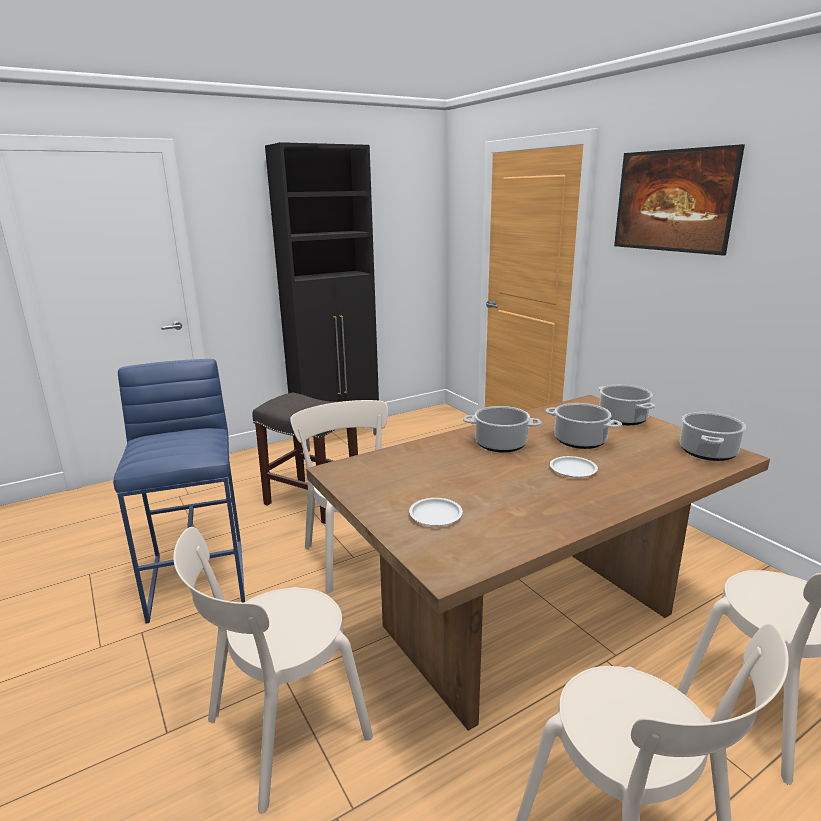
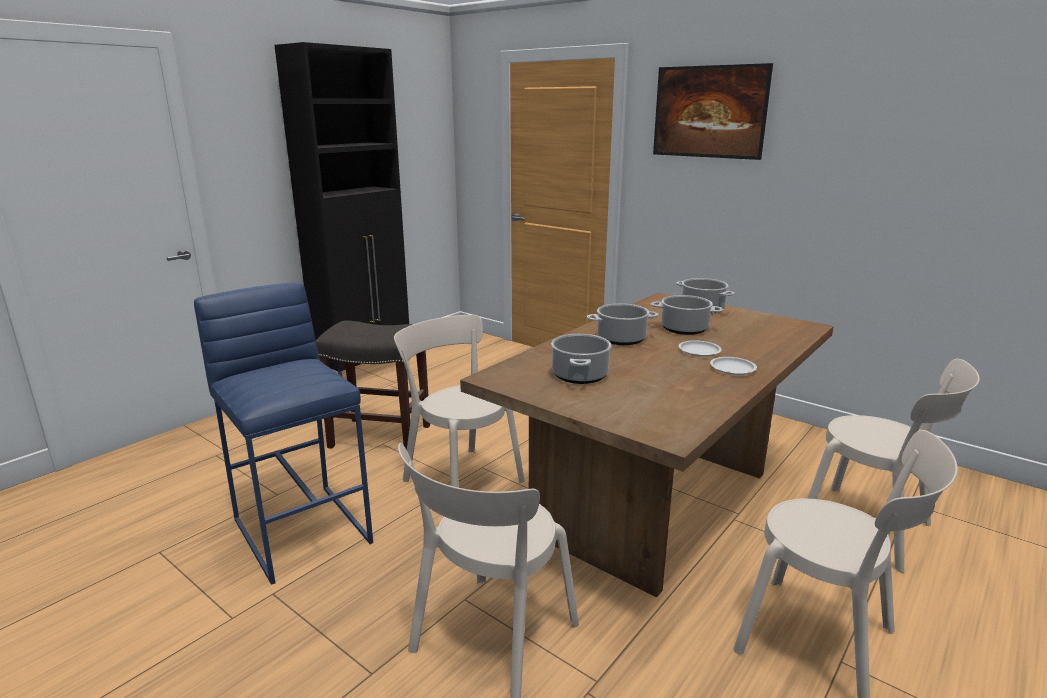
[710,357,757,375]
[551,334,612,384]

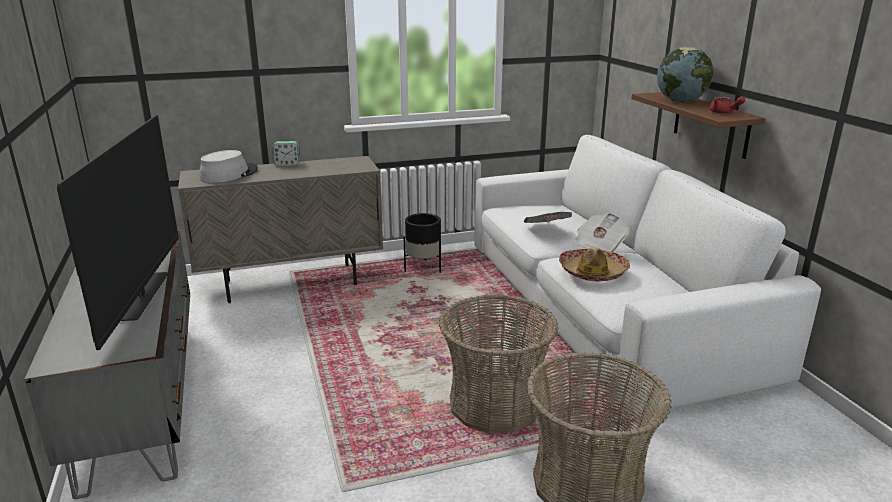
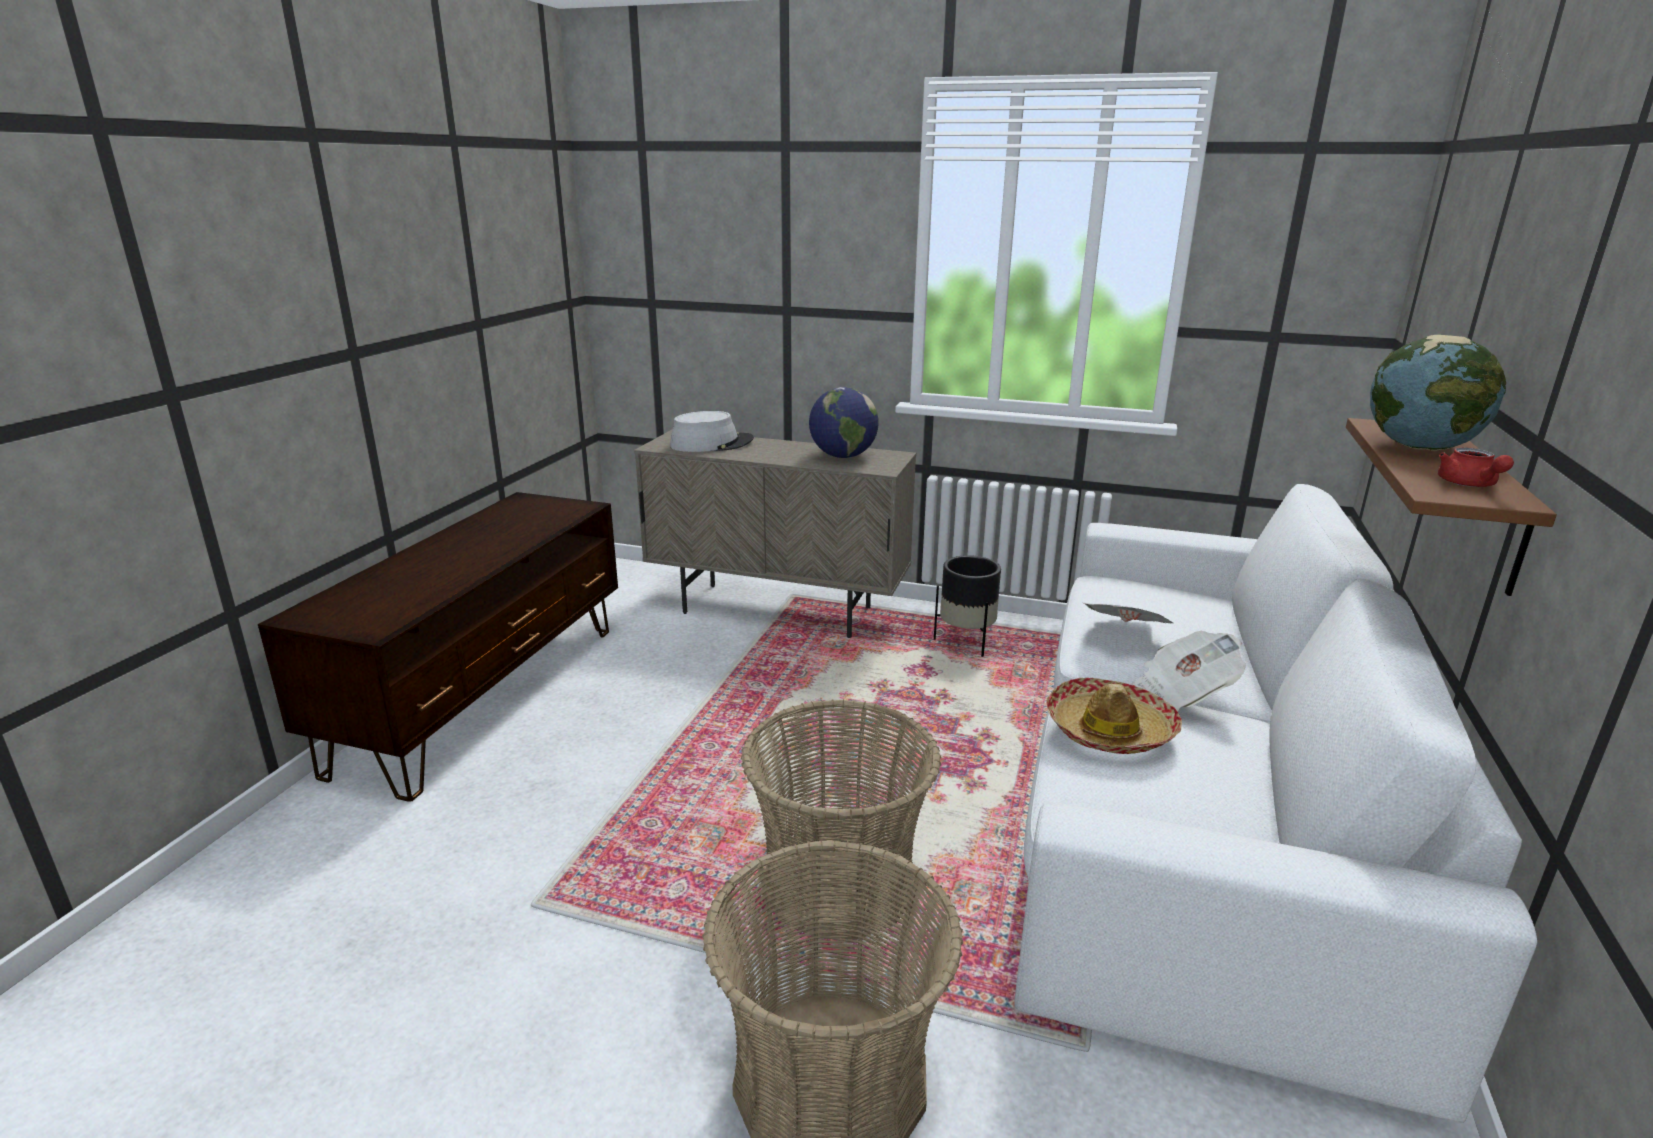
[258,492,618,802]
[57,115,179,350] (first image)
[272,141,300,166] (first image)
[809,387,879,458]

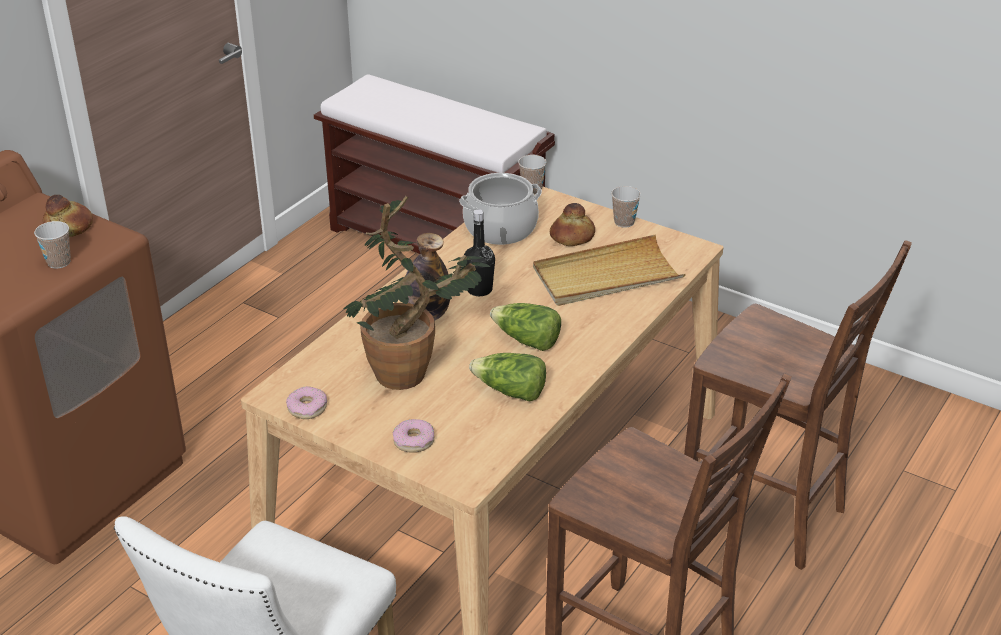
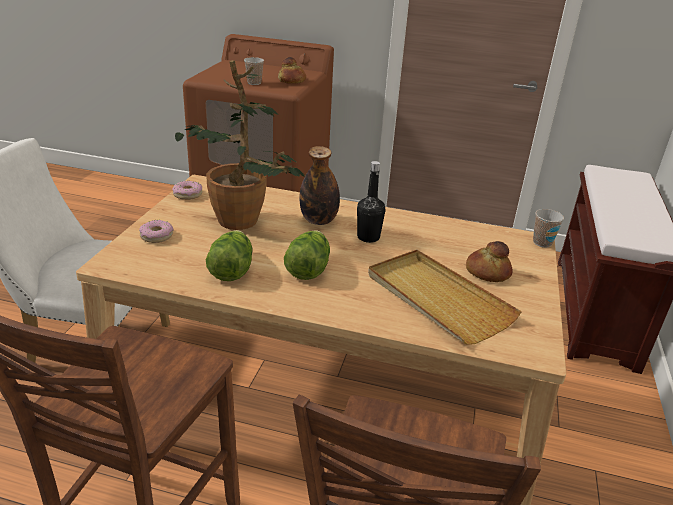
[459,173,542,245] (first image)
[611,186,641,228] (first image)

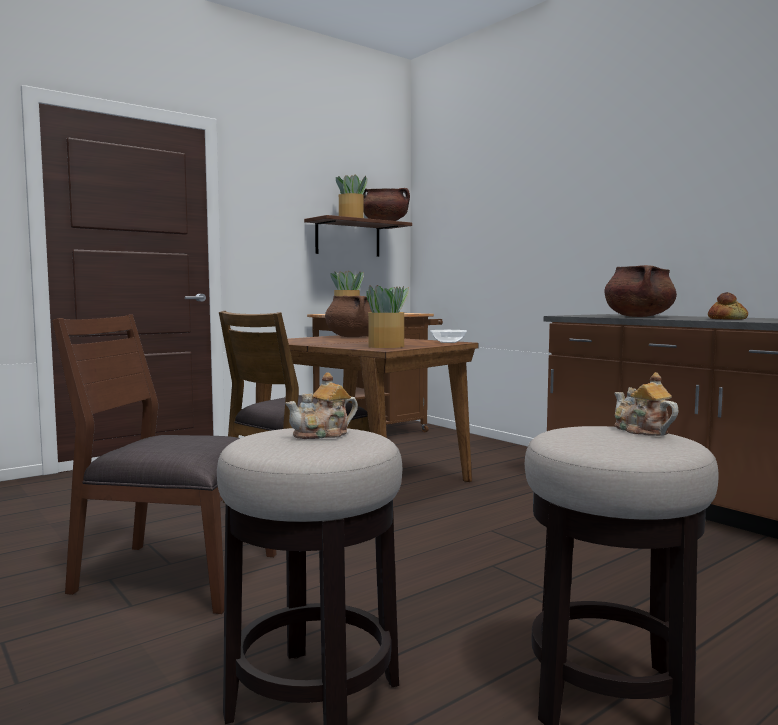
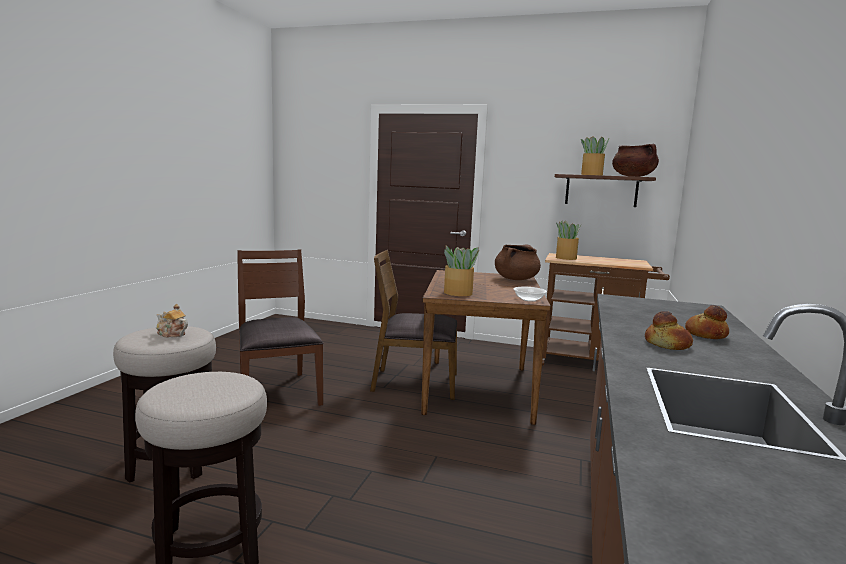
[604,265,677,317] (first image)
[614,372,679,436] (first image)
[685,305,729,339]

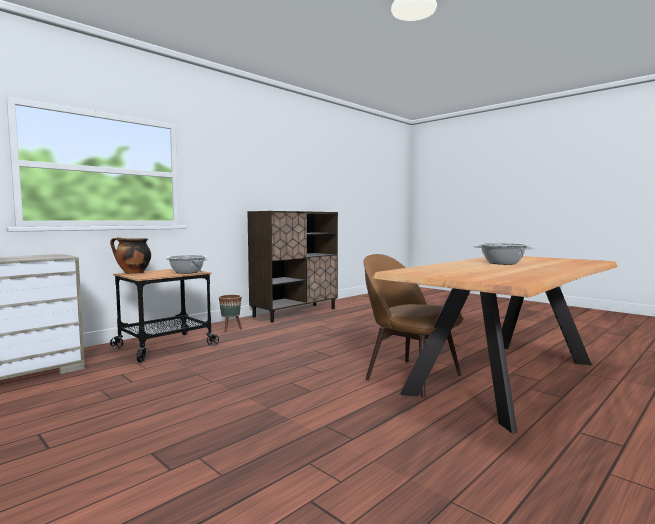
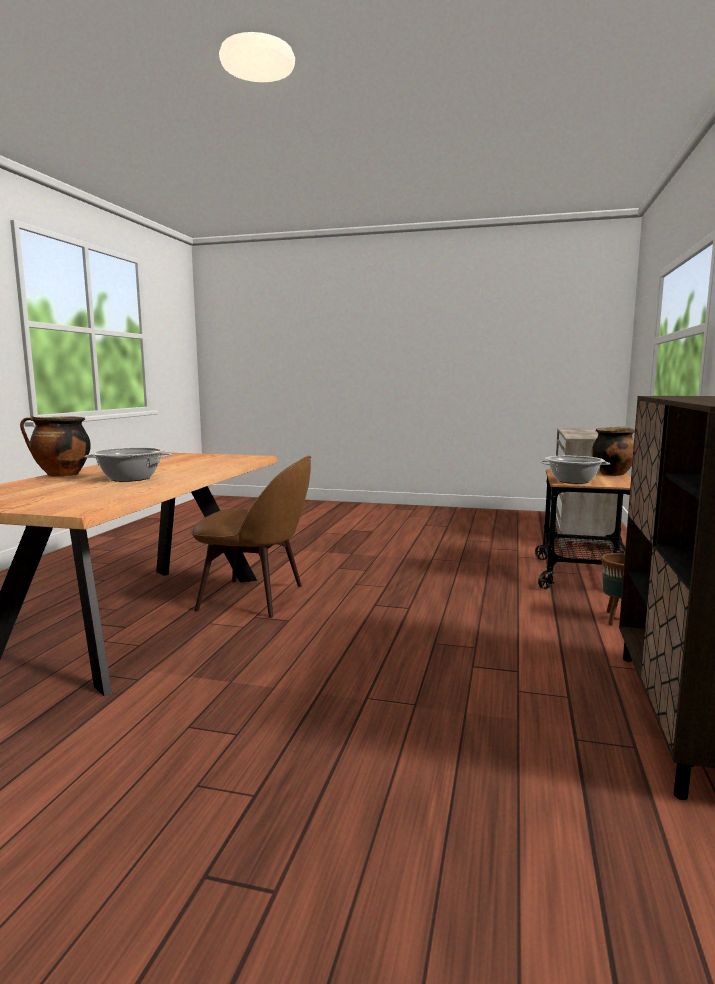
[20,416,91,477]

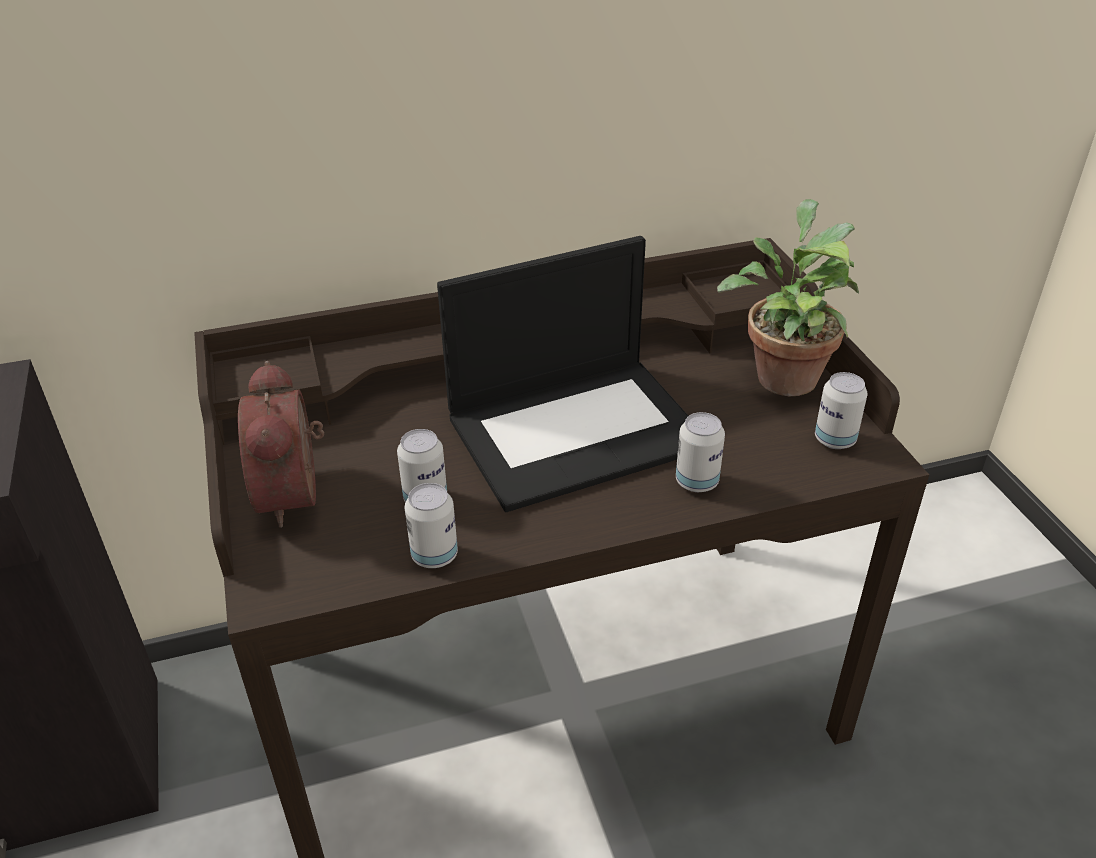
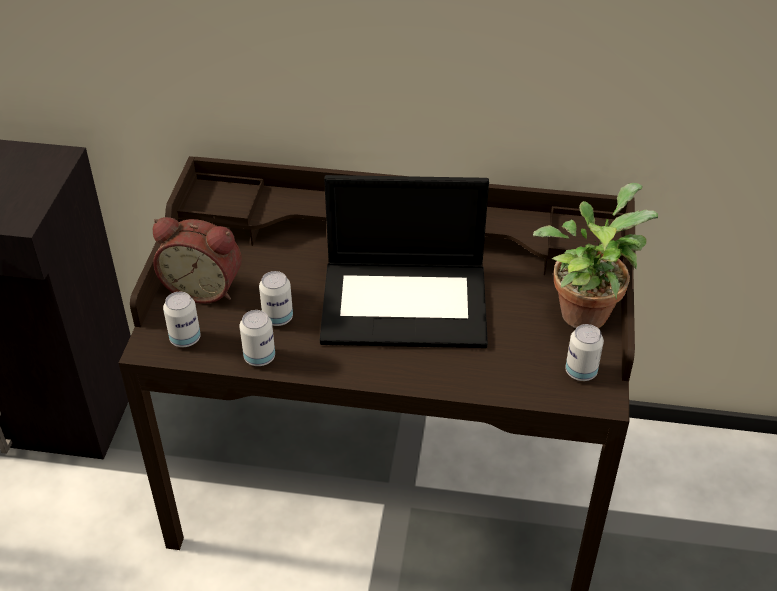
[153,217,242,304]
[163,292,201,347]

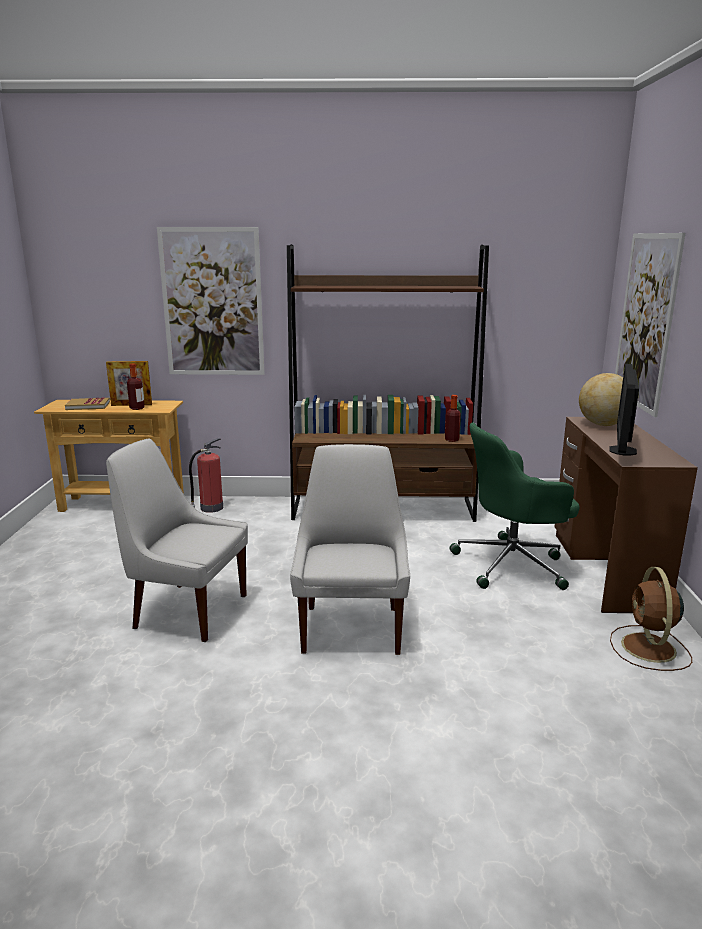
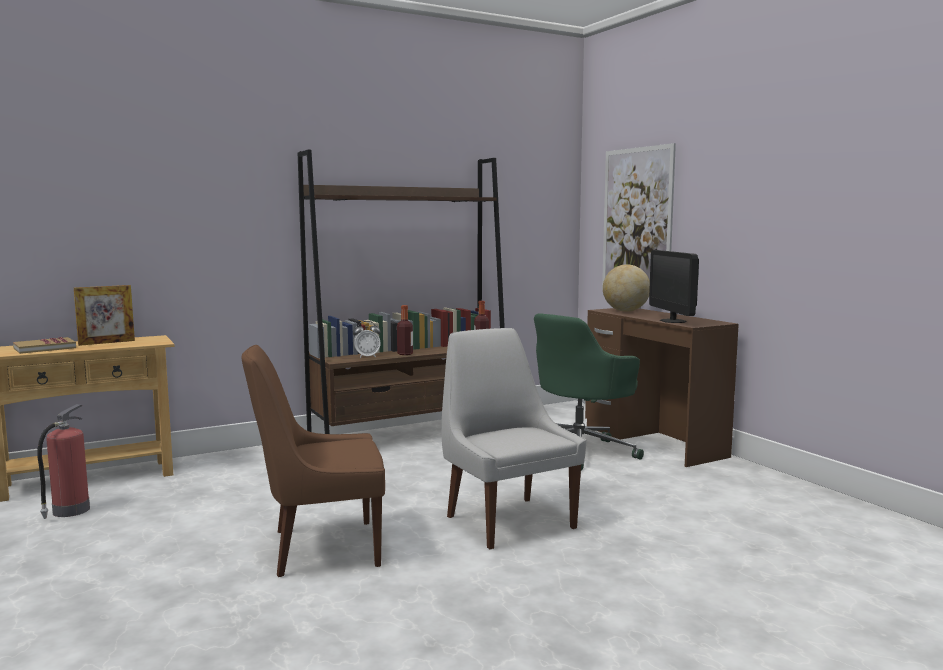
[241,345,385,577]
[397,305,413,355]
[157,227,265,375] (first image)
[37,404,90,519]
[610,567,692,671] (first image)
[353,321,381,358]

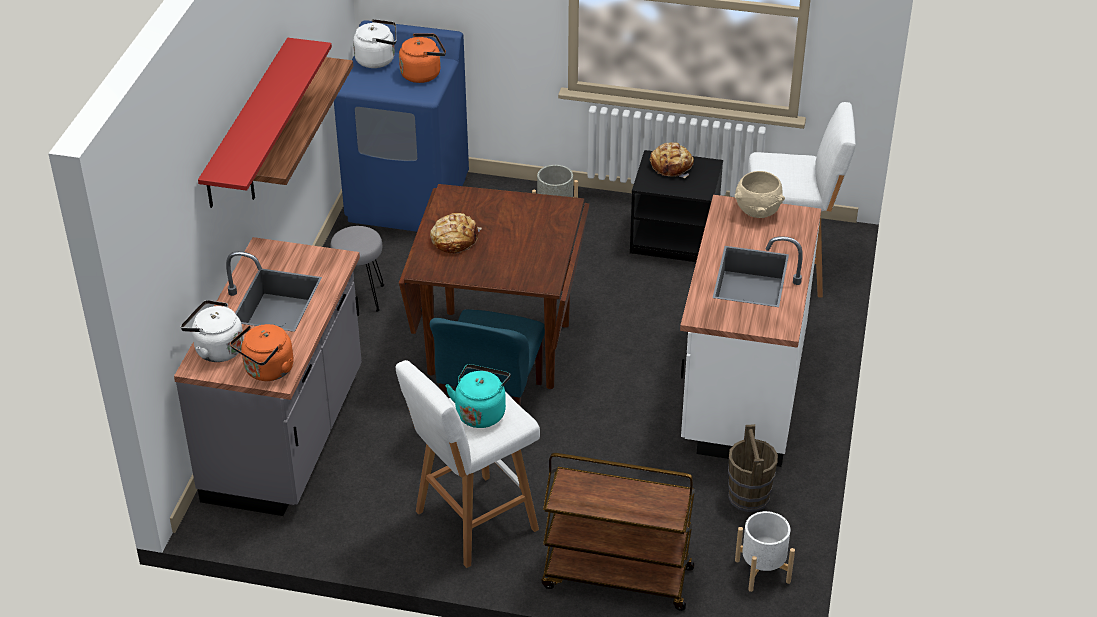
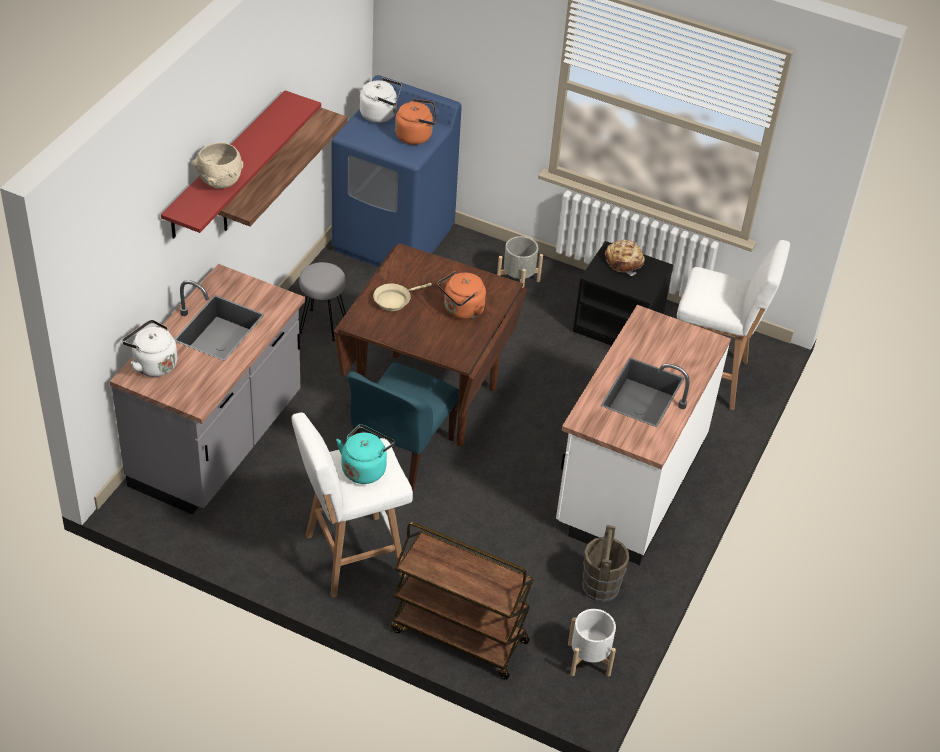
[437,271,486,319]
[373,283,432,311]
[192,142,243,189]

